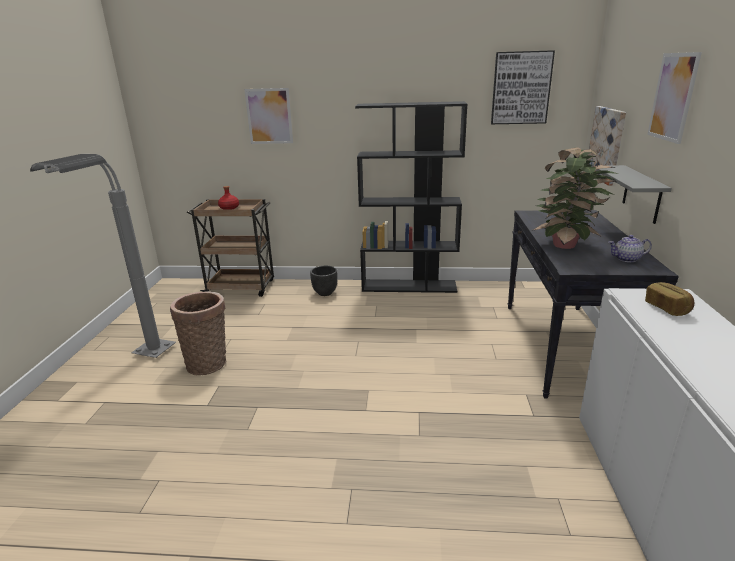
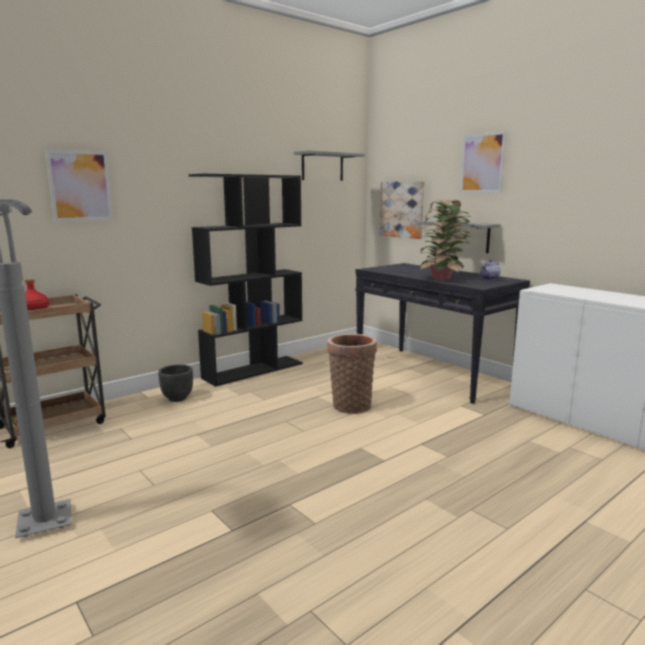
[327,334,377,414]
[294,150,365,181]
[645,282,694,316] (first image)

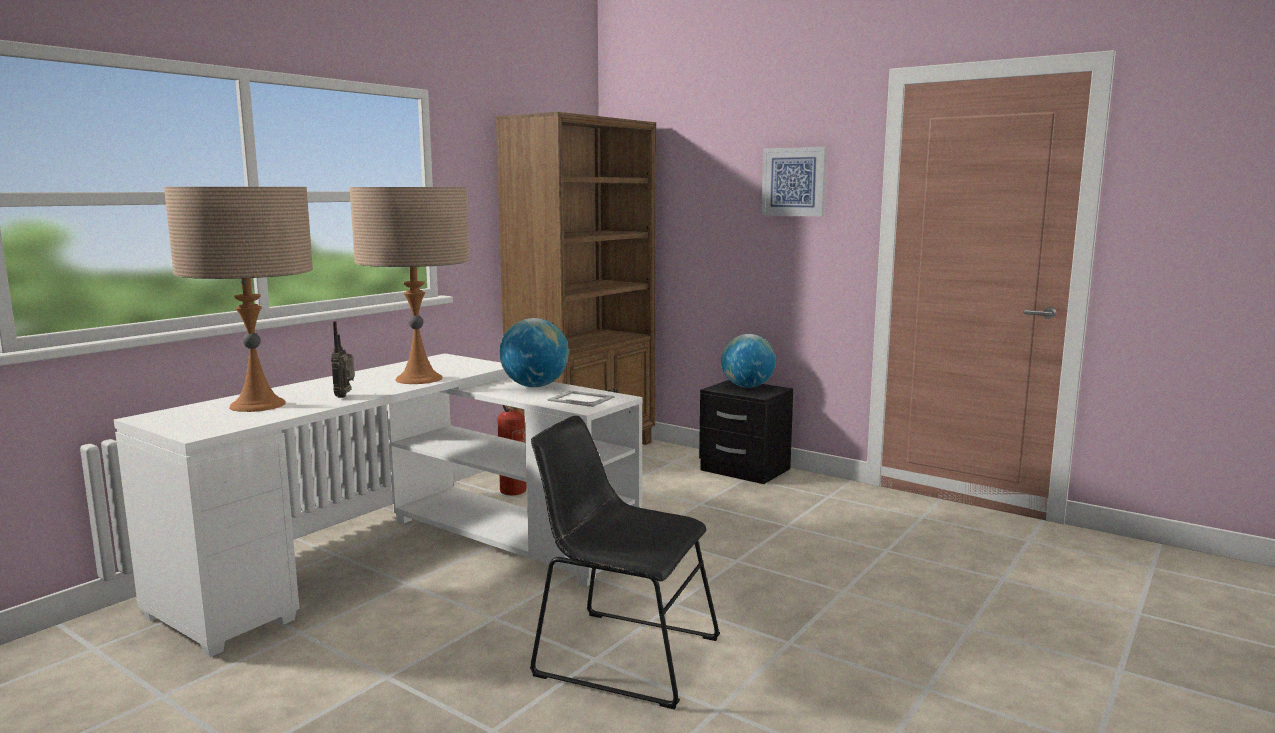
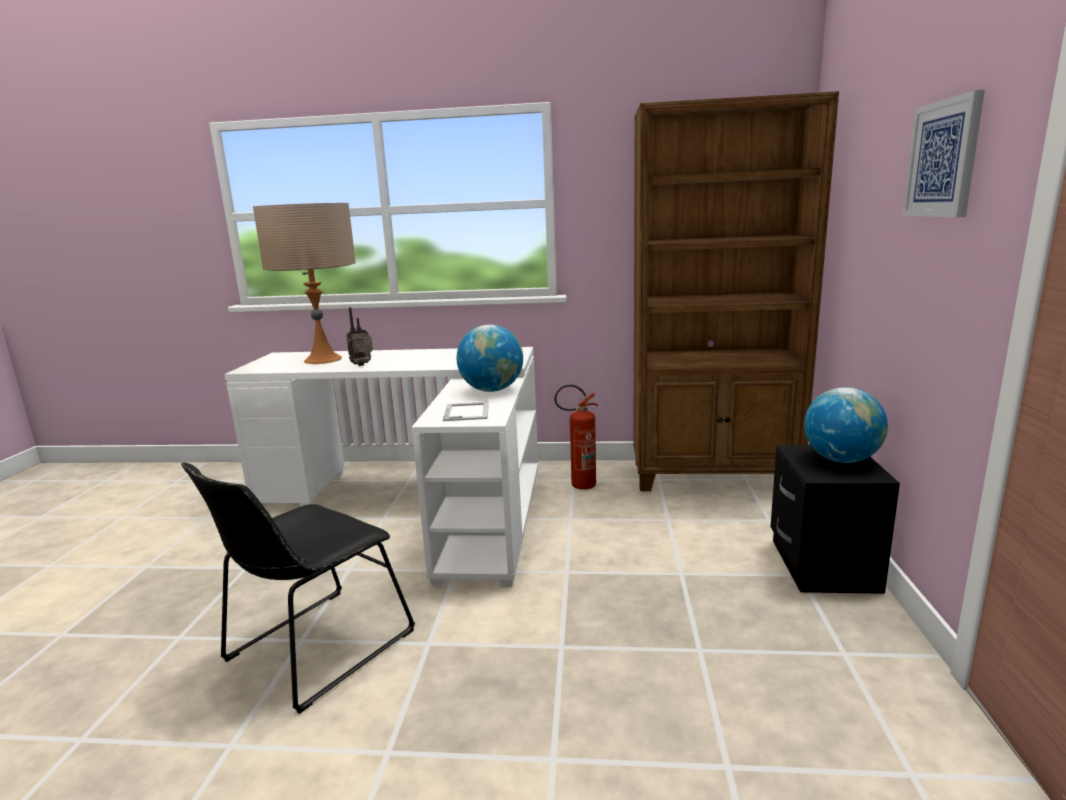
[350,187,469,384] (first image)
[181,462,415,714]

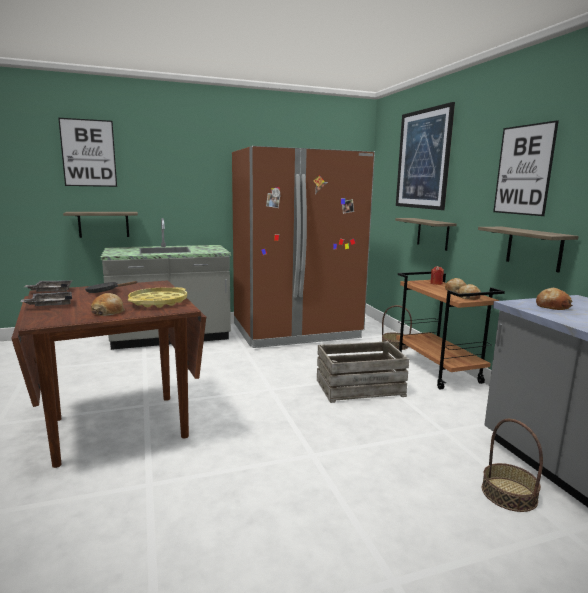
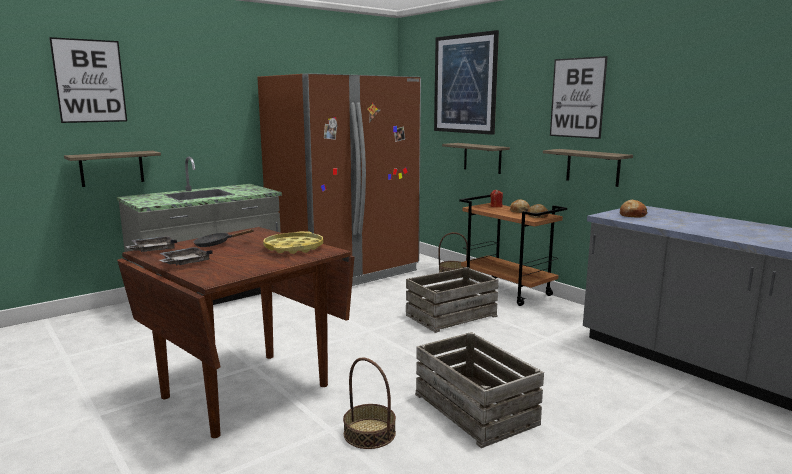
[91,293,125,316] (first image)
[343,357,396,449]
[415,332,544,448]

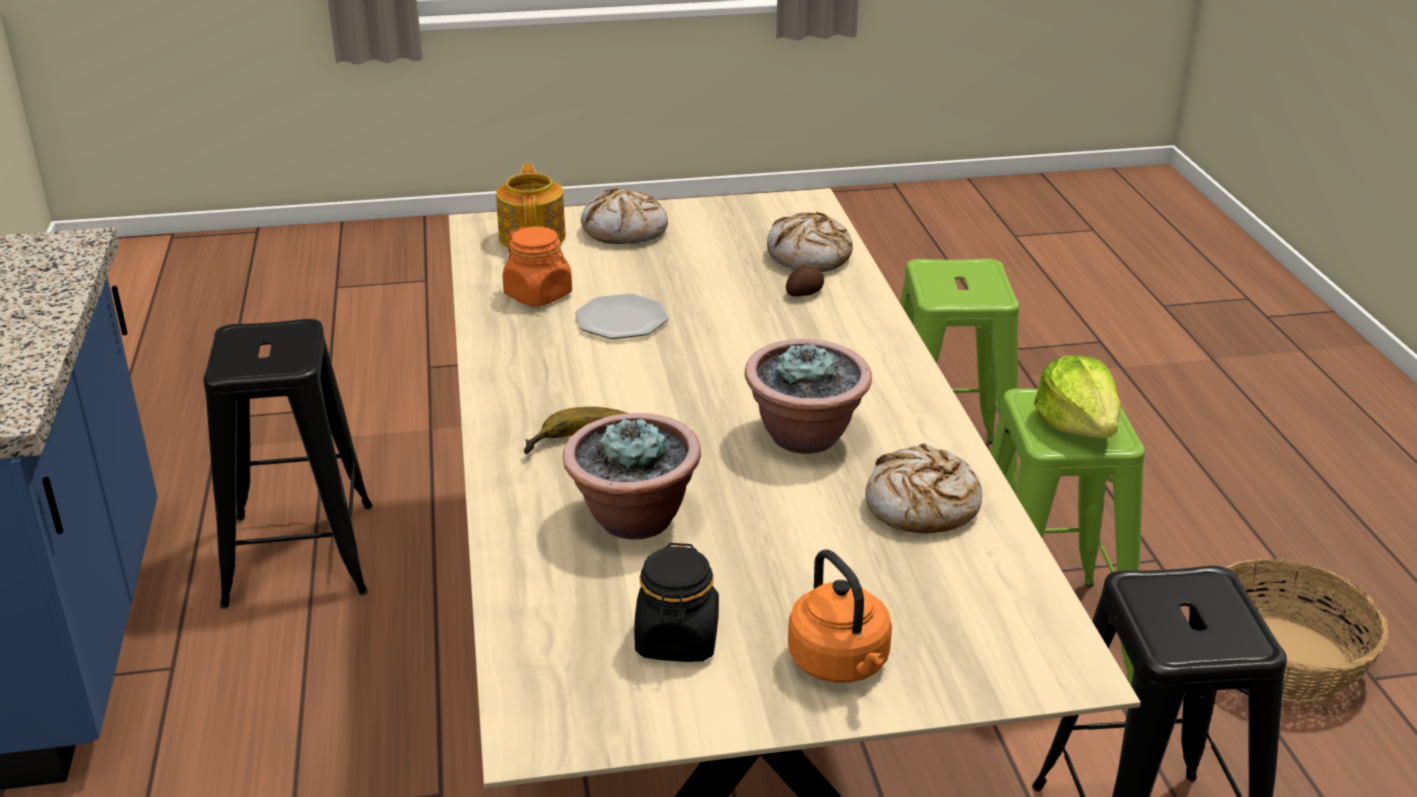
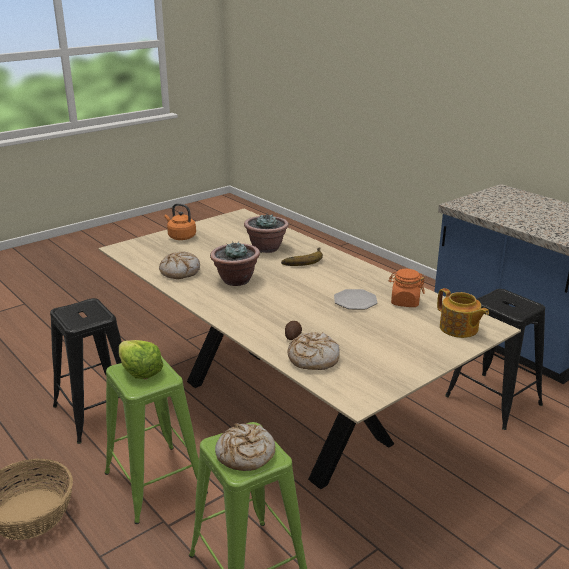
[215,424,275,471]
[634,543,719,662] (first image)

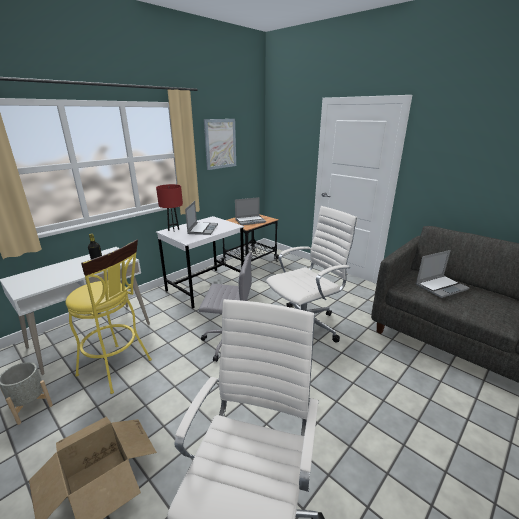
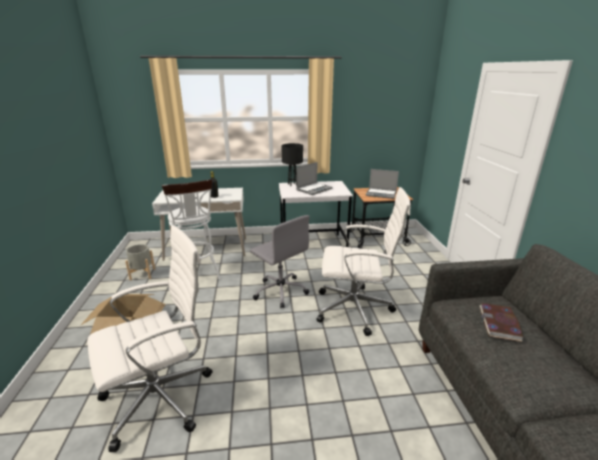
[162,179,221,279]
[281,143,303,186]
[204,119,236,170] (first image)
[480,303,523,342]

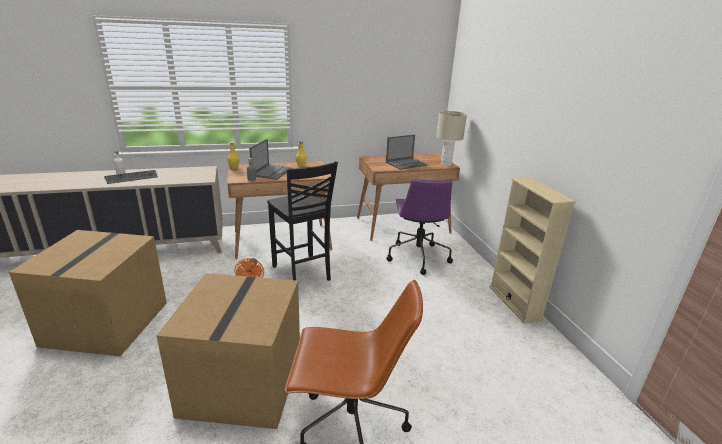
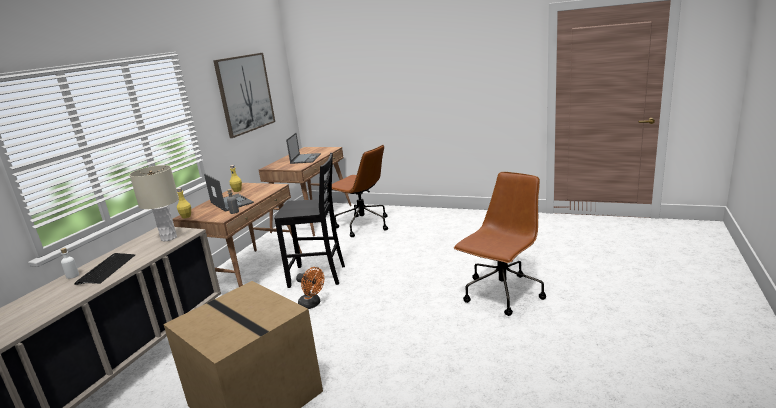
[156,273,300,429] (first image)
[327,145,388,237]
[129,165,179,241]
[489,177,576,324] (first image)
[213,53,275,138]

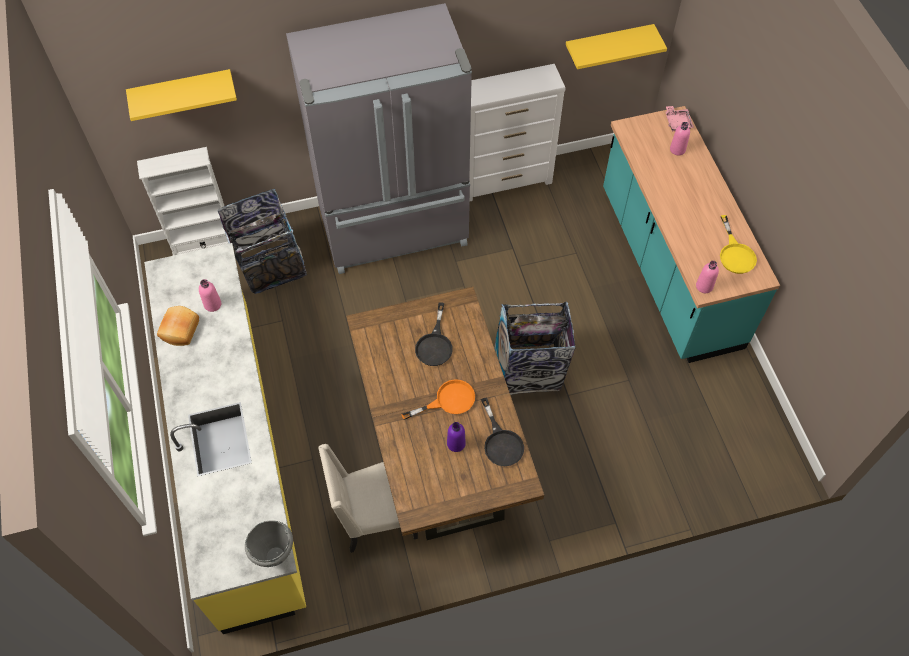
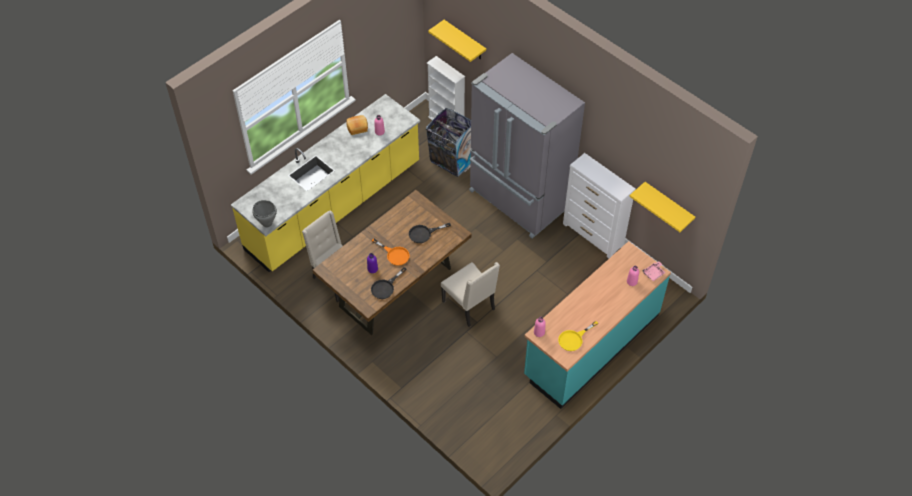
[441,262,500,327]

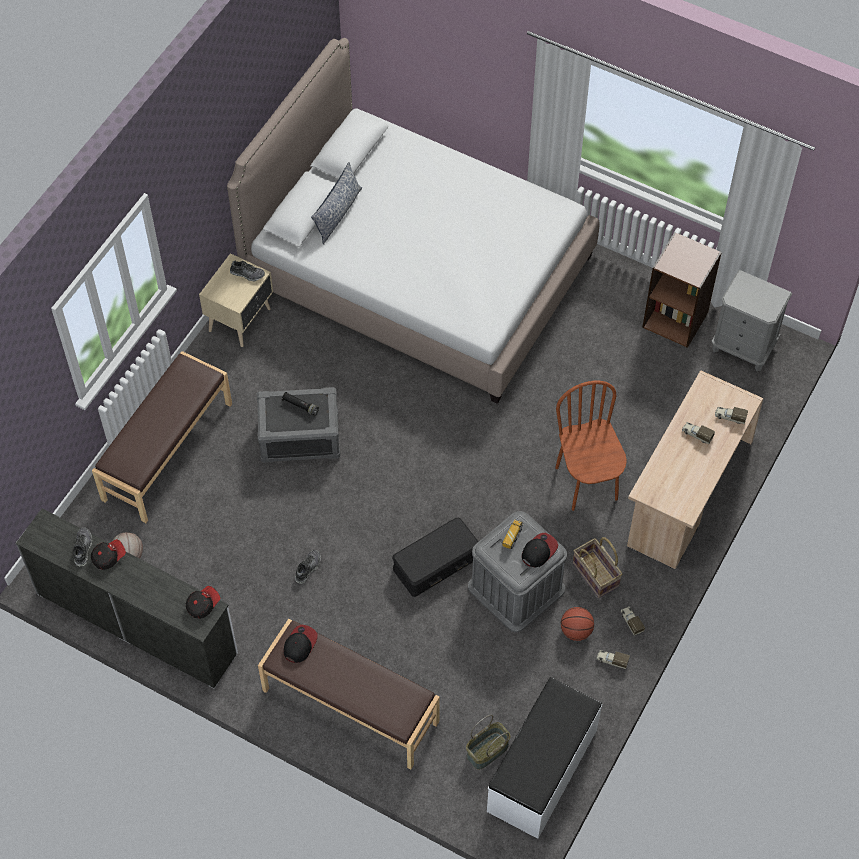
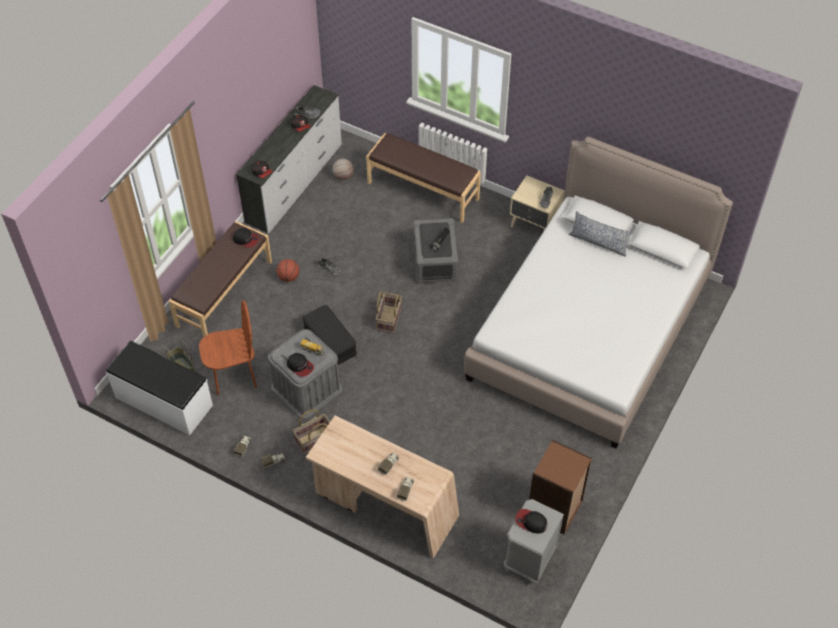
[199,300,257,395]
[277,259,299,282]
[376,291,402,334]
[515,509,547,534]

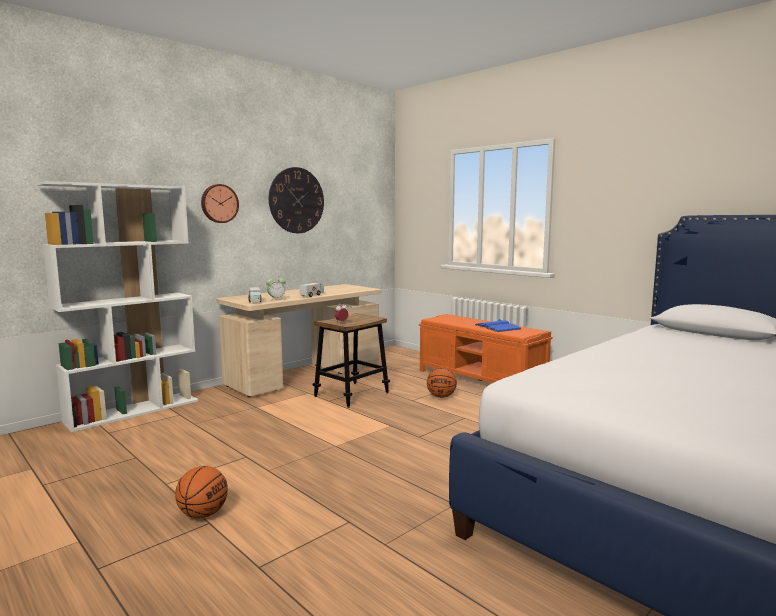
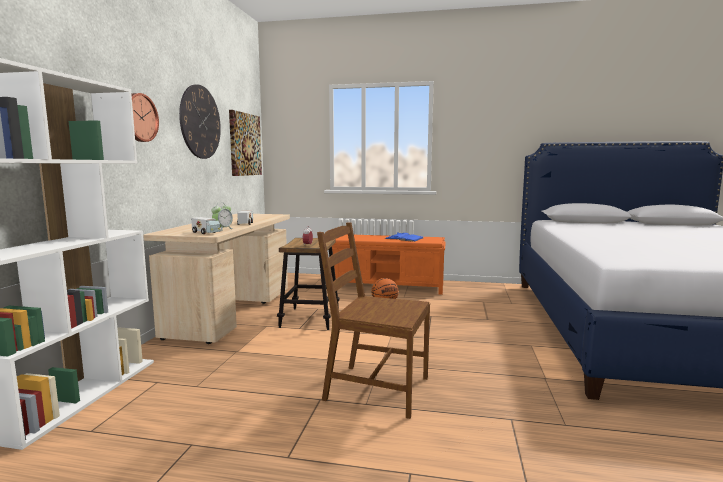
[175,466,228,518] (first image)
[229,110,262,176]
[317,222,430,419]

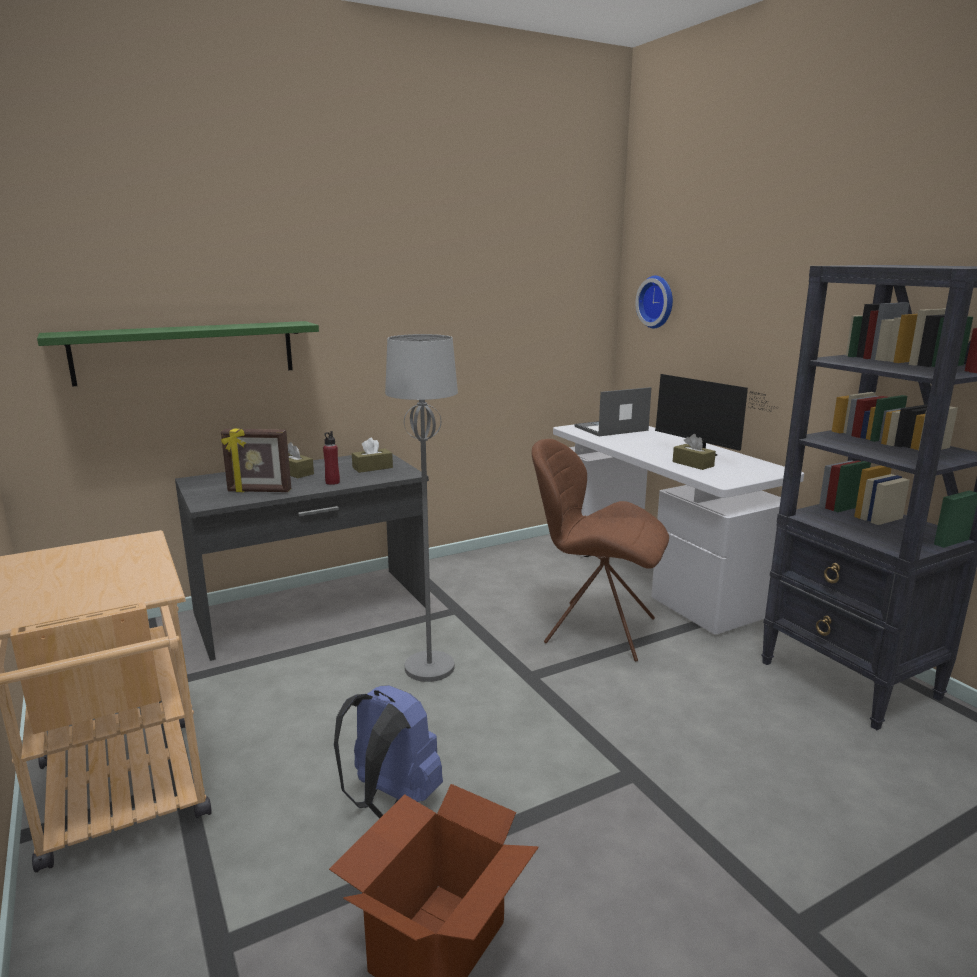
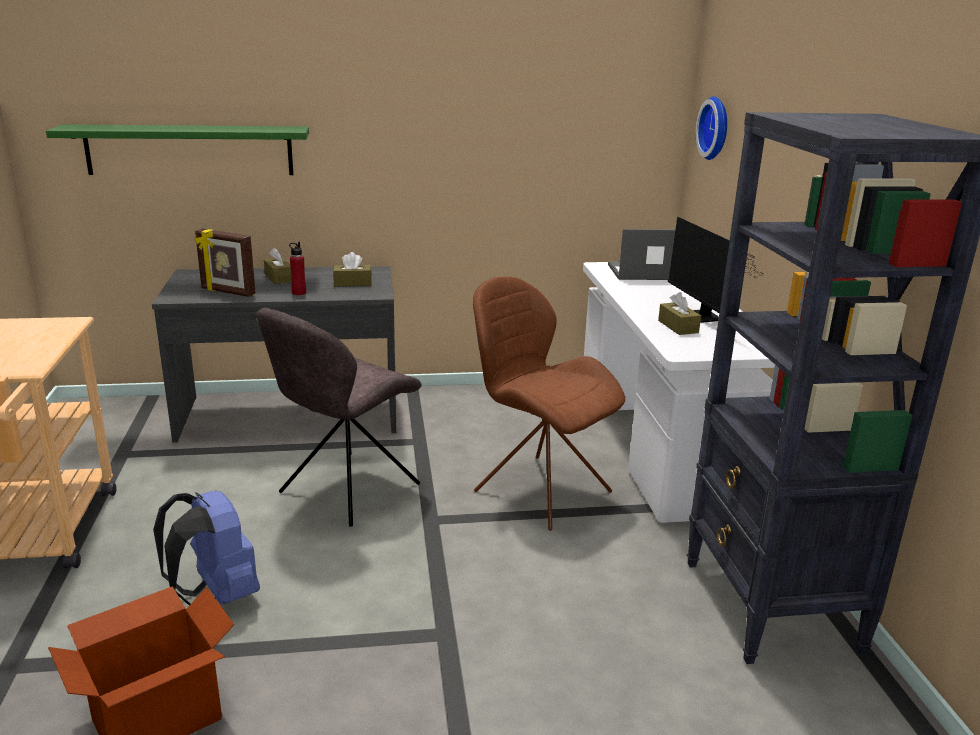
[256,308,422,527]

